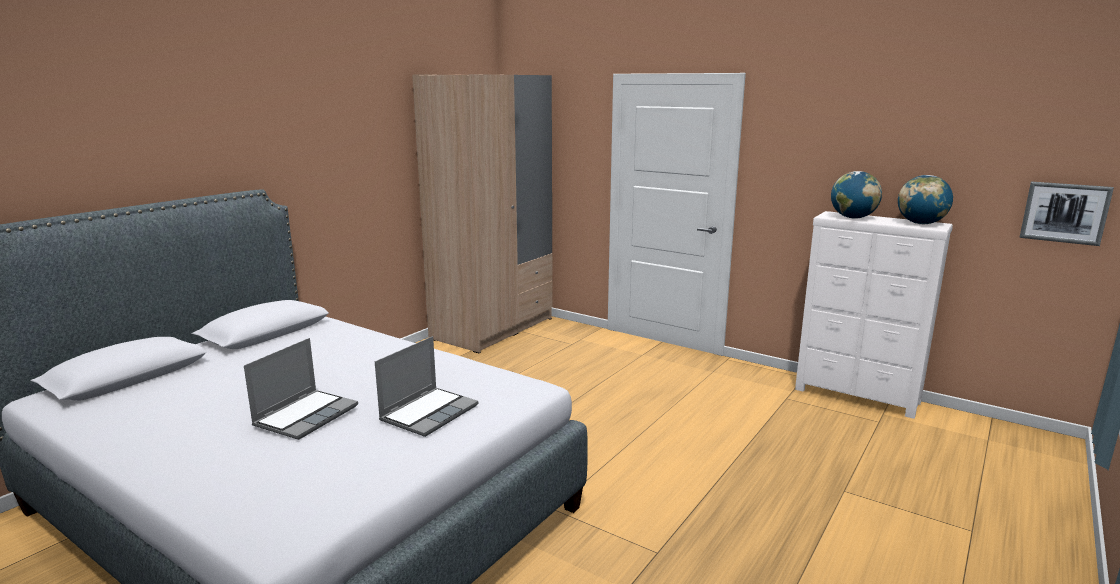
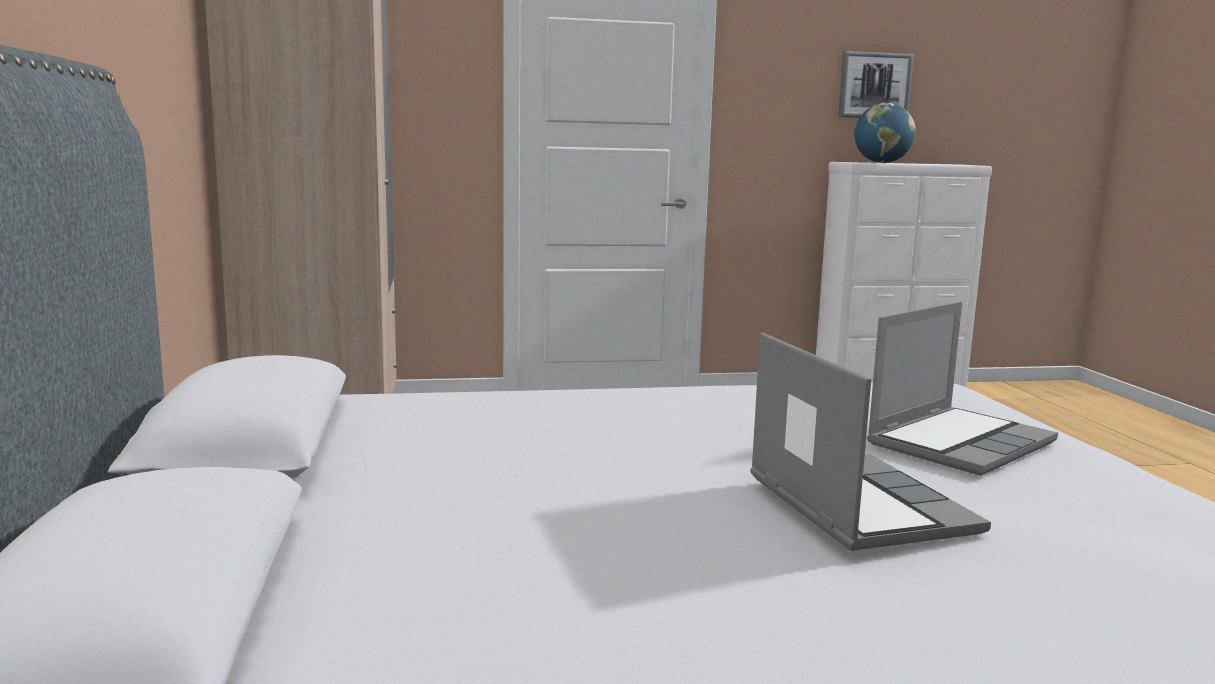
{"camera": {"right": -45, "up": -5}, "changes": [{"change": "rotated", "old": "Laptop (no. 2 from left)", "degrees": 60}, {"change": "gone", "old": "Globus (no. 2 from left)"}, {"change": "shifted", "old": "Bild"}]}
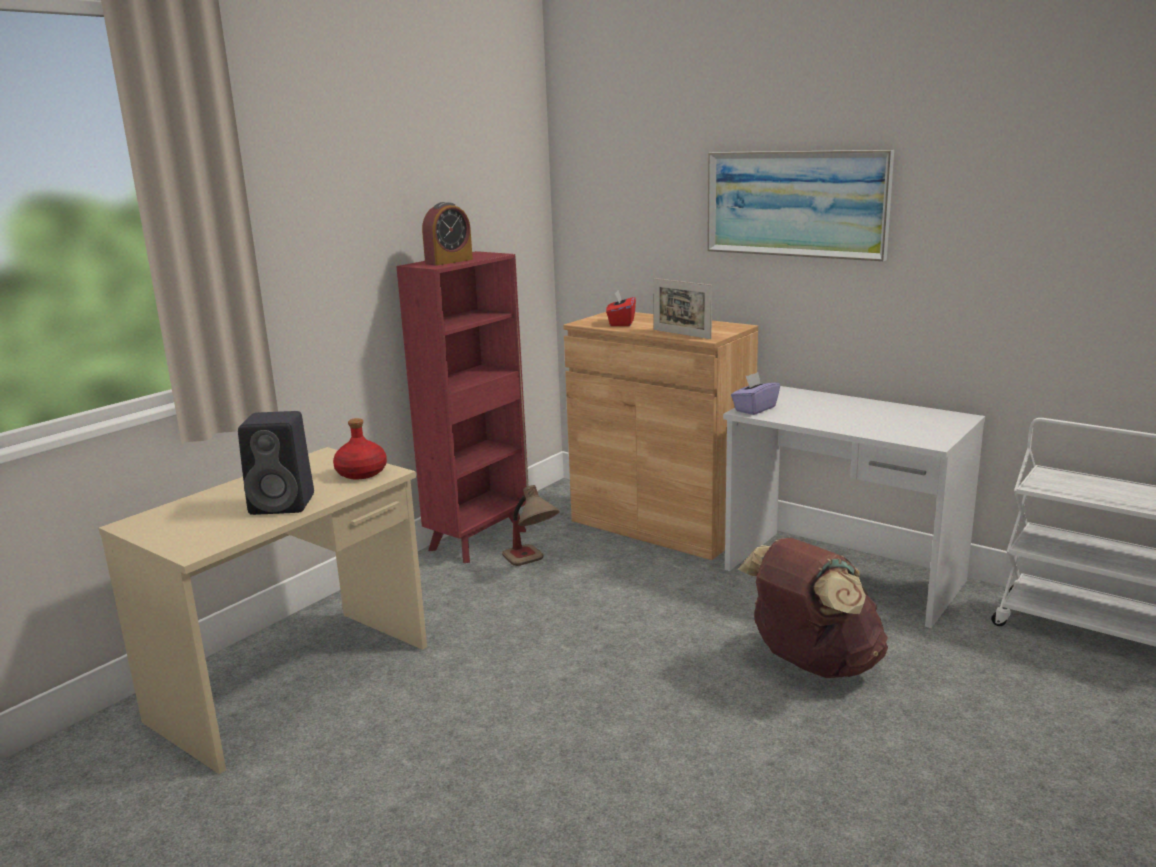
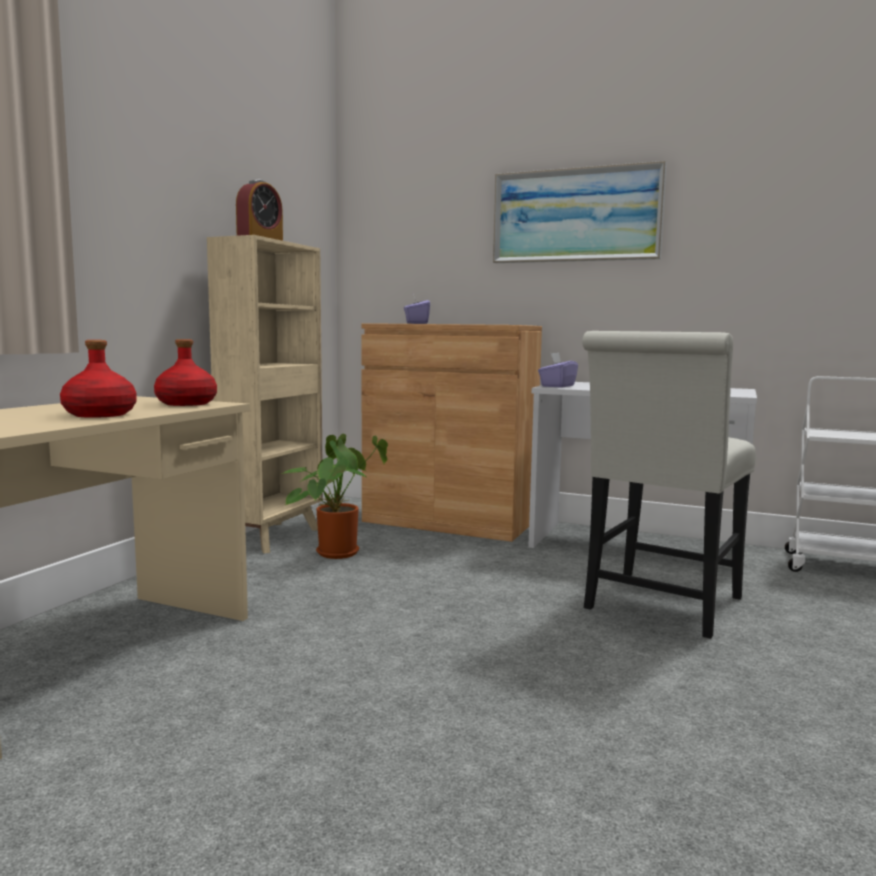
{"camera": {"right": -15, "up": -10}, "changes": [{"change": "swapped", "old": "Lautsprecher/schwarz", "new": "Flasche/rot (no. 1 from left)"}, {"change": "repainted", "old": "Bücherregal/rot", "new": "Bücherregal/beige"}, {"change": "swapped", "old": "Tischlampe", "new": "Topfpflanze"}, {"change": "repainted", "old": "Taschentuchbox/rot", "new": "Taschentuchbox/lila (no. 1 from left)"}, {"change": "gone", "old": "Bilderrahmen"}, {"change": "swapped", "old": "Rucksack/braun", "new": "Stuhl/weiß"}]}
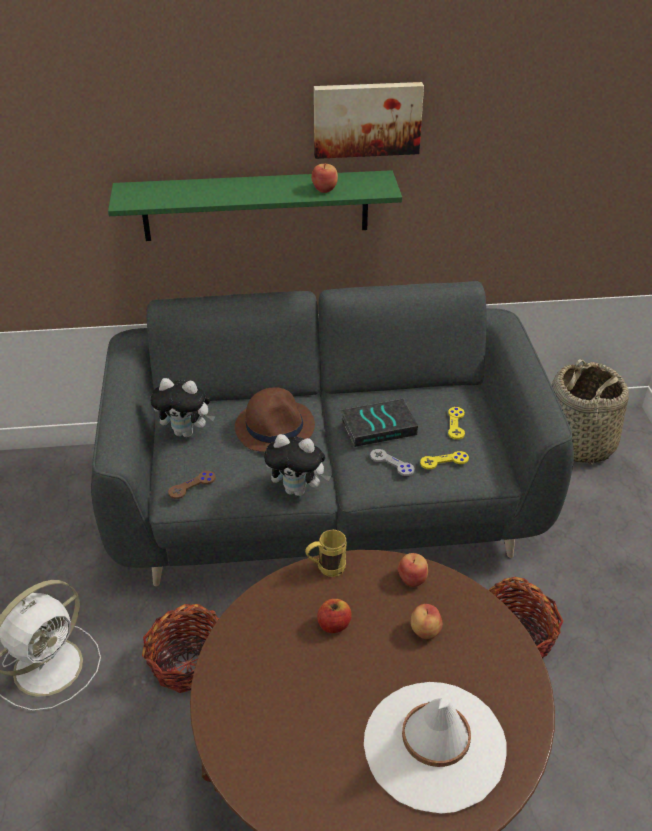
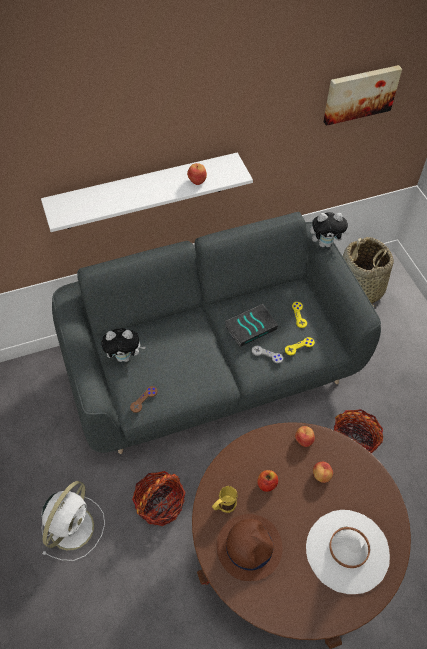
{"camera": {"right": -15, "up": 15}, "changes": [{"change": "repainted", "old": "Wandregal/grün", "new": "Wandregal/weiß"}, {"change": "shifted", "old": "Hut/braun"}, {"change": "shifted", "old": "Plüschtier (no. 2 from left)"}, {"change": "shifted", "old": "Henkelbecher/gelb"}, {"change": "shifted", "old": "Bild"}]}
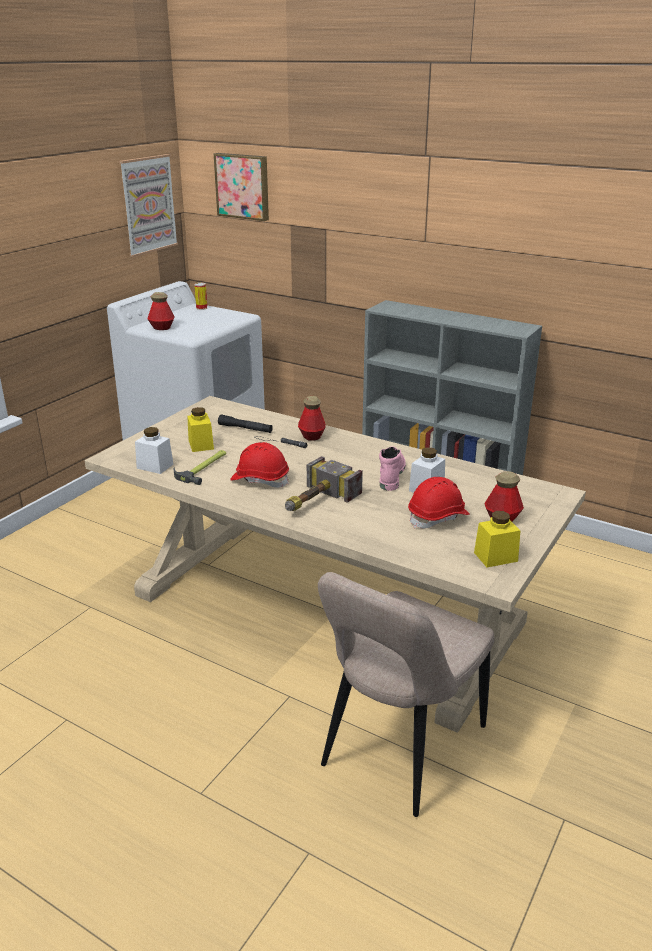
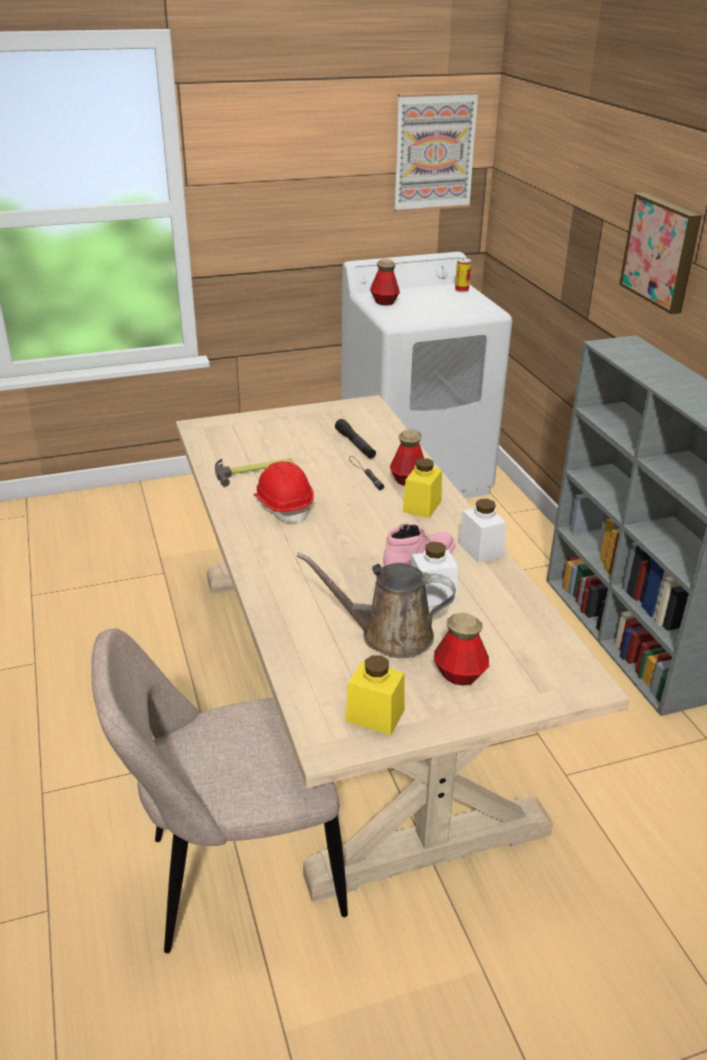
{"camera": {"right": 40, "up": 5}, "changes": [{"change": "shifted", "old": "Vorratsglas/weiß (no. 1 from left in the first image)", "new": "Vorratsglas/weiß (no. 2 from left)"}, {"change": "shifted", "old": "Vorratsglas/gelb (no. 1 from left in the first image)", "new": "Vorratsglas/gelb (no. 2 from left)"}, {"change": "shifted", "old": "Bild (no. 2 from left)"}, {"change": "gone", "old": "Hammer (no. 2 from left)"}, {"change": "swapped", "old": "Schutzhelm/rot (no. 2 from left)", "new": "Gießkanne/braun"}]}
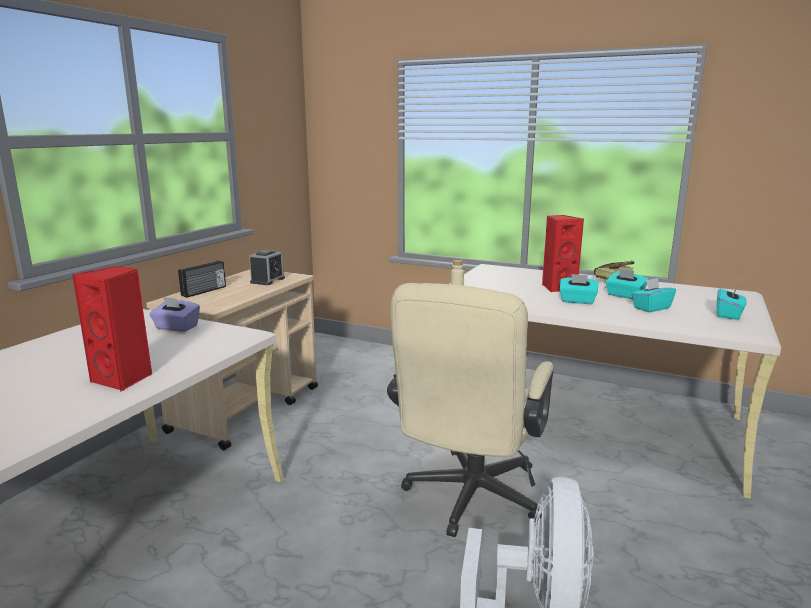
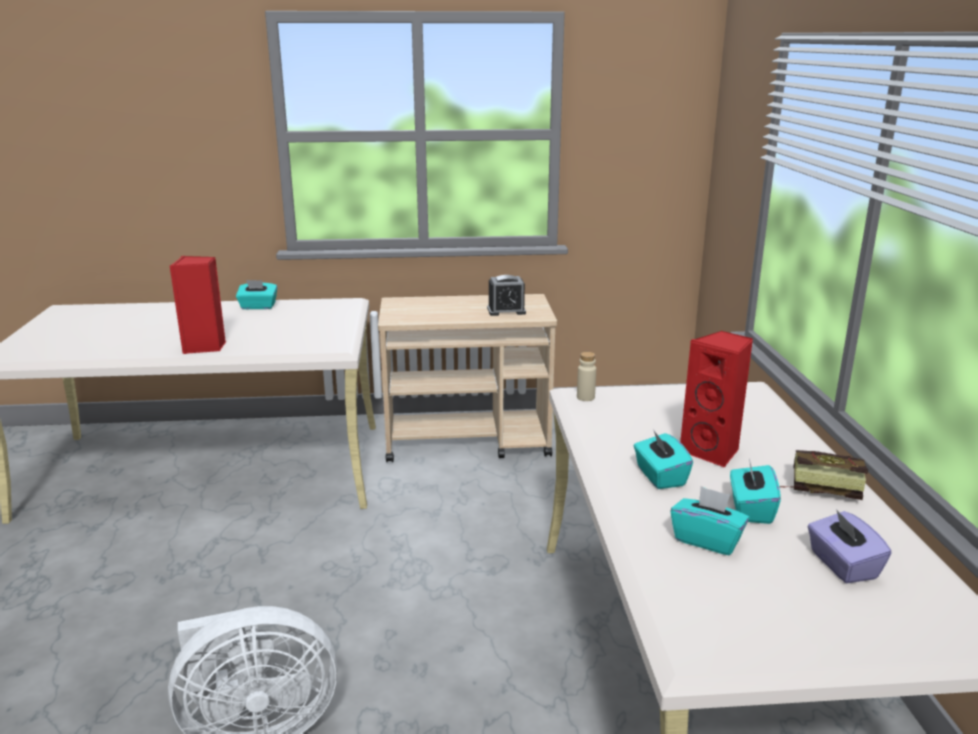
{"camera": {"right": 60, "up": 5}, "changes": [{"change": "shifted", "old": "Taschentuchbox/lila"}, {"change": "gone", "old": "Radio"}, {"change": "gone", "old": "Bürostuhl/beige"}, {"change": "shifted", "old": "Taschentuchbox/türkis (no. 4 from left in the first image)", "new": "Taschentuchbox/türkis (no. 1 from left)"}]}
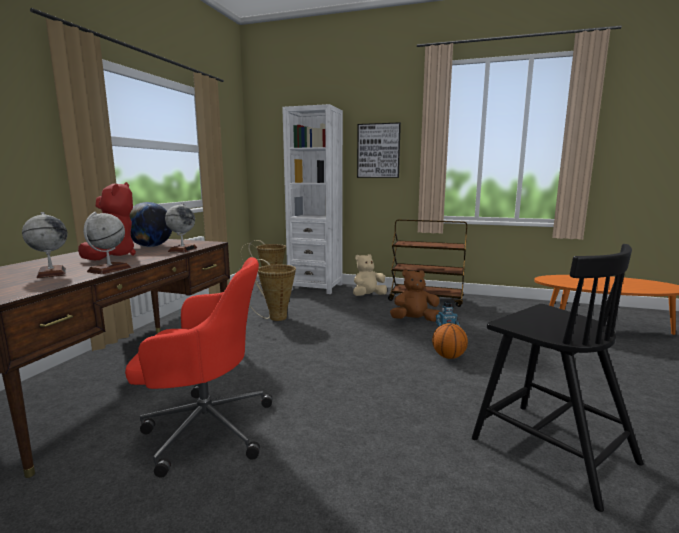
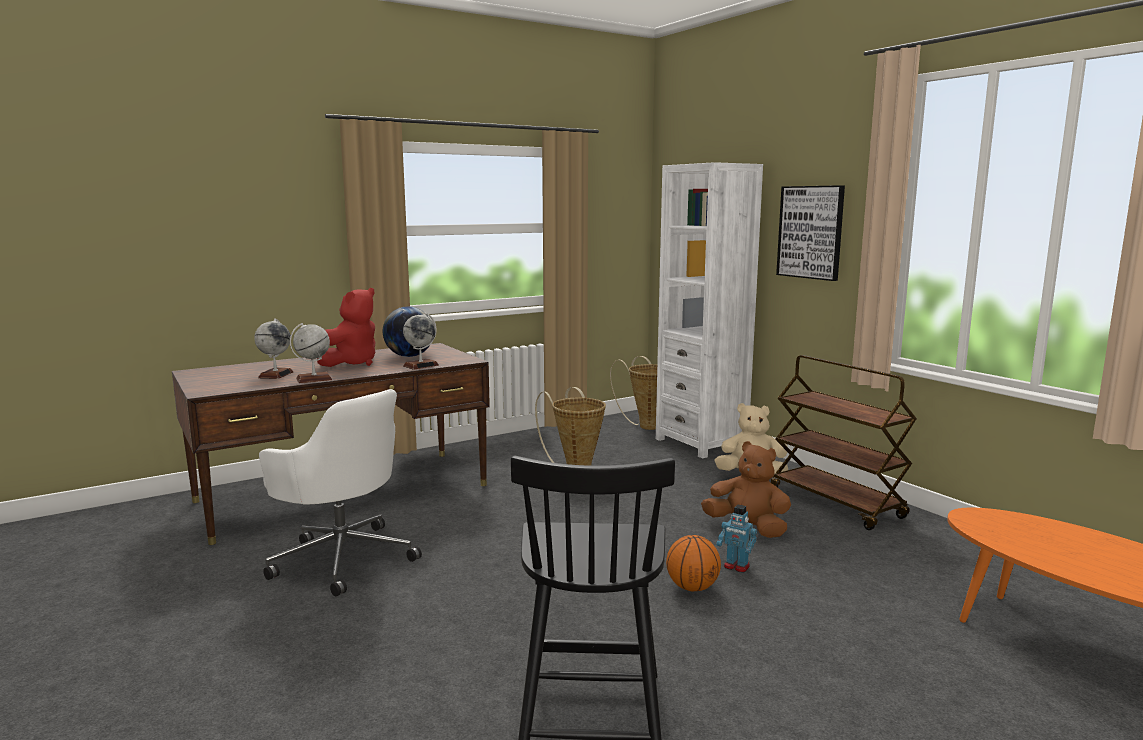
{"camera": {"right": 40, "up": 0}, "changes": [{"change": "repainted", "old": "Bürostuhl/rot", "new": "Bürostuhl/weiß"}]}
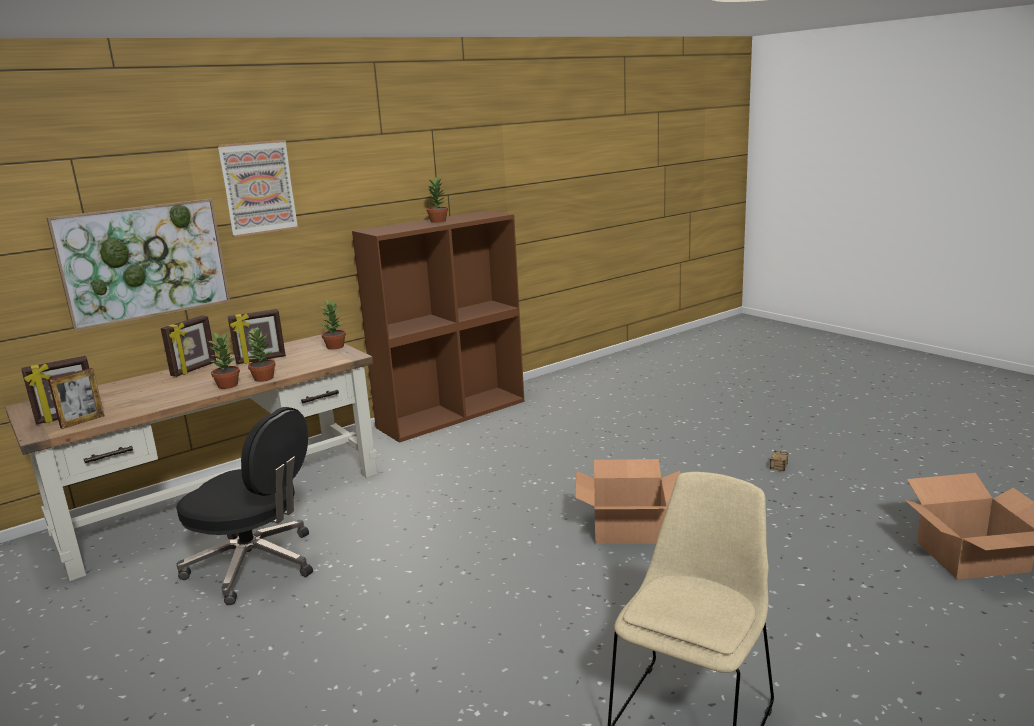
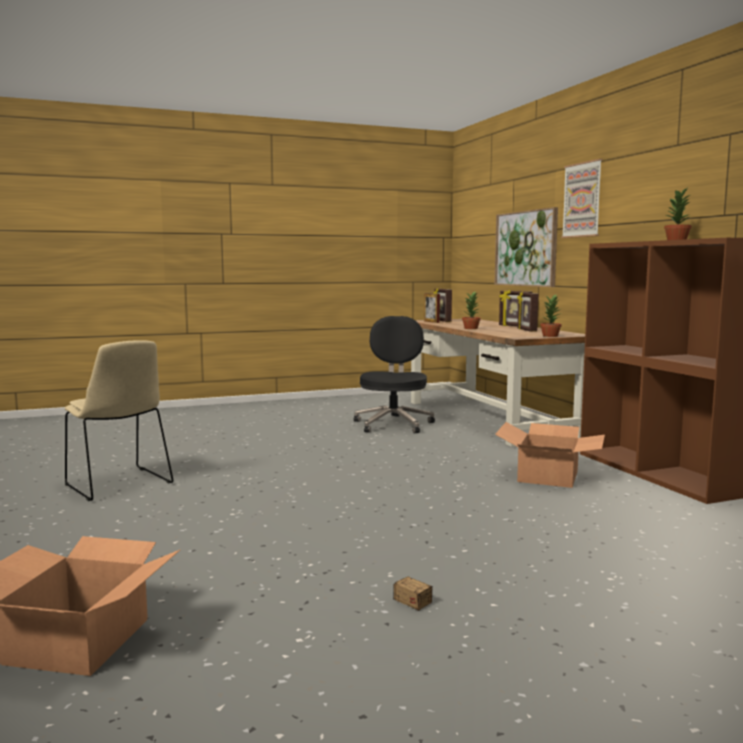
{"camera": {"right": 105, "up": -10}, "changes": [{"change": "rotated", "old": "Bürostuhl/schwarz", "degrees": 150}, {"change": "gone", "old": "Topfpflanze (no. 2 from left)"}, {"change": "shifted", "old": "Karton (no. 1 from left in the first image)", "new": "Karton (no. 2 from left)"}]}
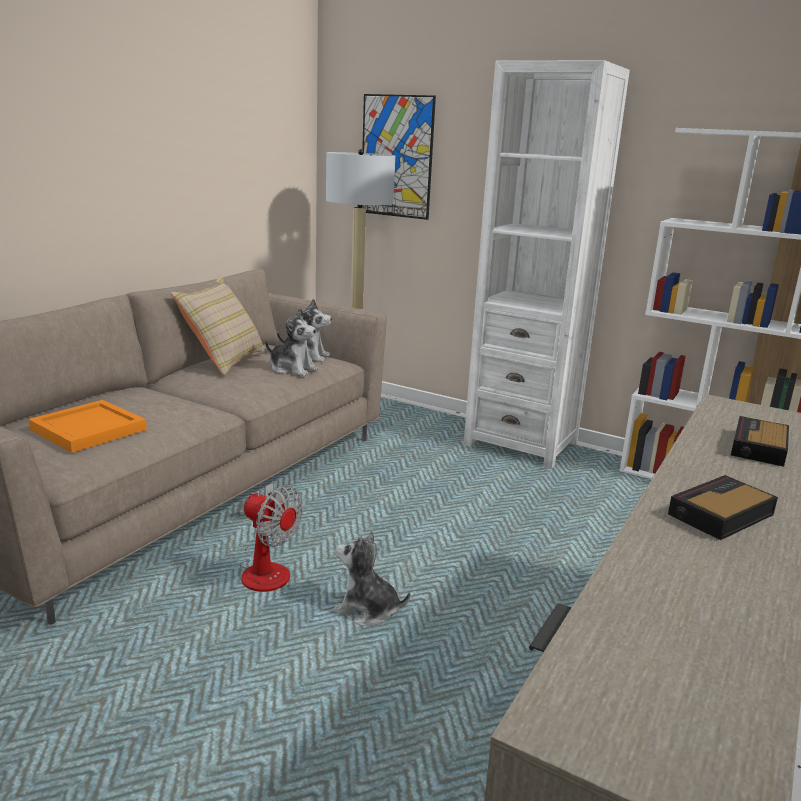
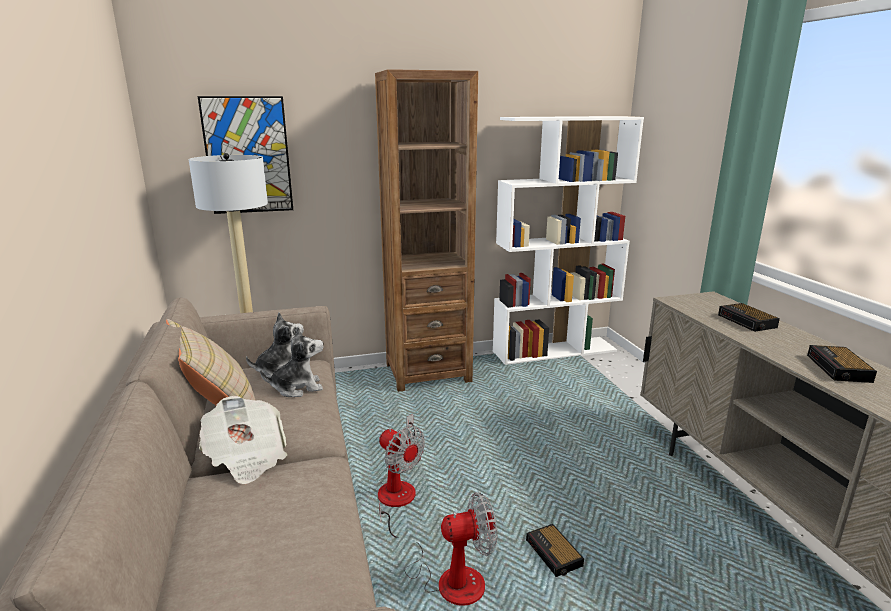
{"camera": {"right": -45, "up": 0}, "changes": [{"change": "gone", "old": "Tablett/orange"}, {"change": "swapped", "old": "Plüschtier (no. 3 from left)", "new": "Wecker (no. 1 from left)"}, {"change": "repainted", "old": "Bücherregal/weiß (no. 1 from left)", "new": "Bücherregal/braun"}, {"change": "new", "new": "Zeitung"}, {"change": "new", "new": "Ventilator (no. 1 from left)"}]}
